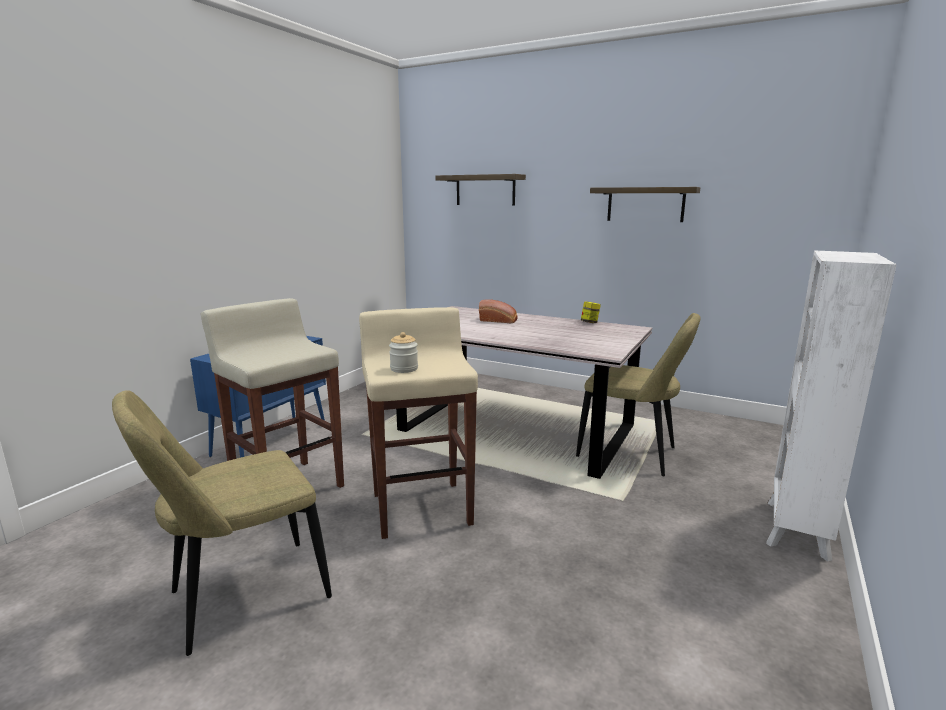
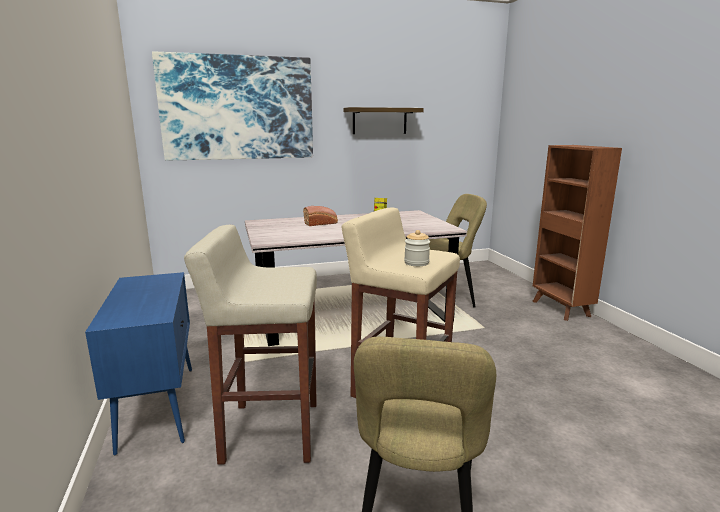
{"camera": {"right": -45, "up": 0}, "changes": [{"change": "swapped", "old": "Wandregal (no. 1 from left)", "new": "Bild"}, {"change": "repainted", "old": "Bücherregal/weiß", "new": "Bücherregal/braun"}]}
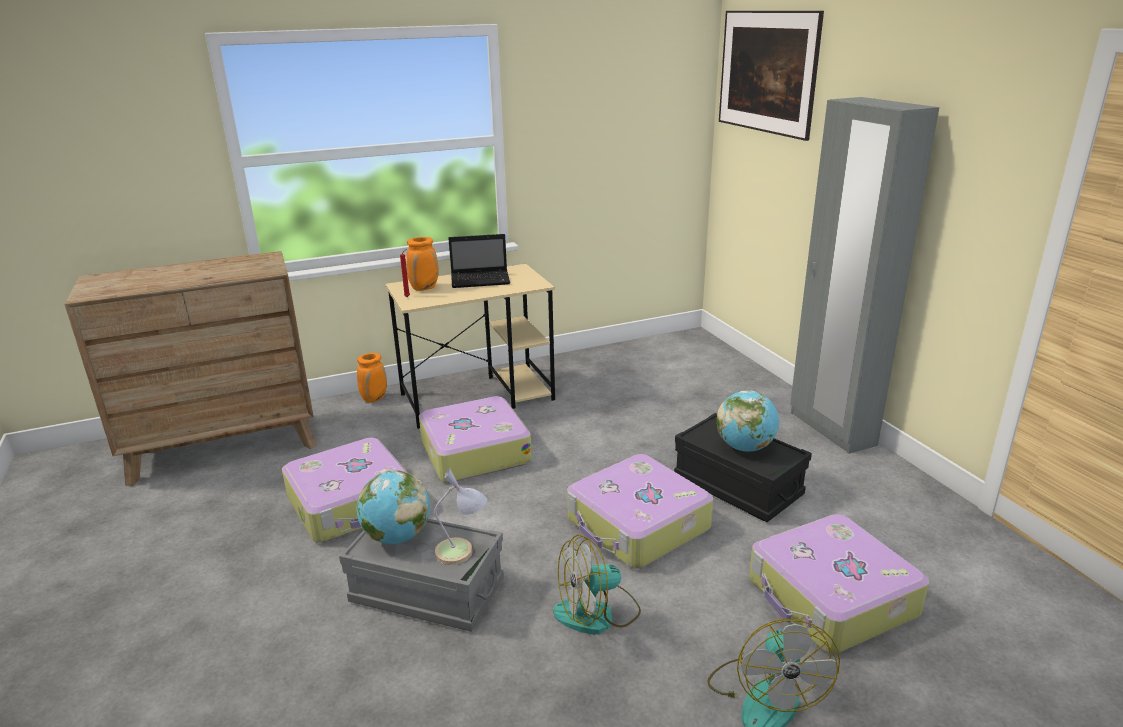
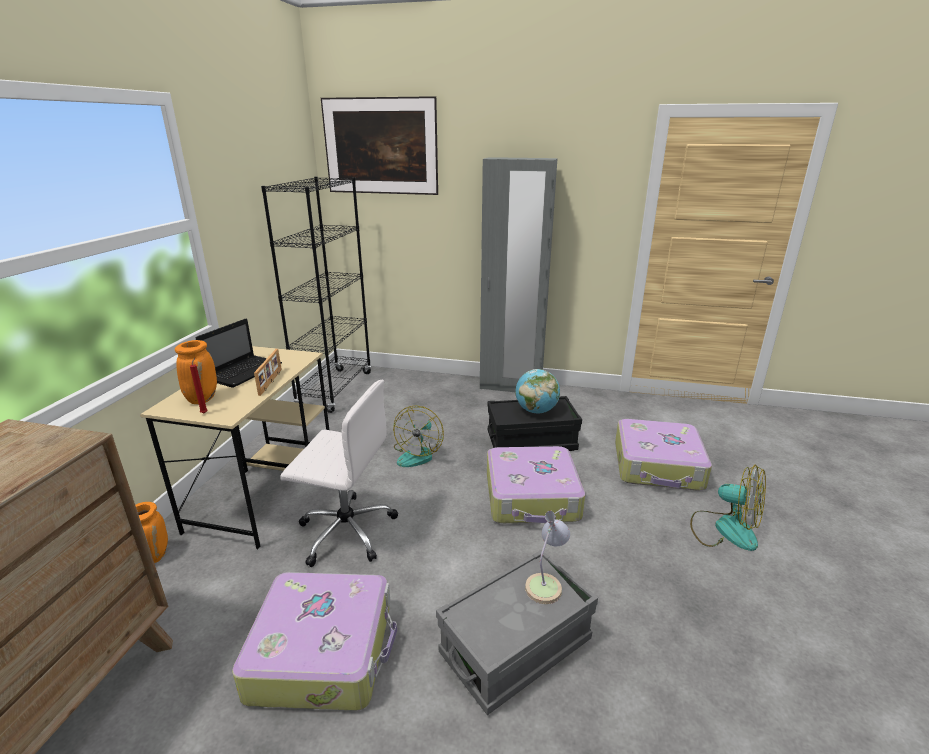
{"camera": {"right": -55, "up": 0}, "changes": [{"change": "gone", "old": "Globus (no. 1 from left)"}, {"change": "swapped", "old": "Koffer (no. 2 from left)", "new": "Bürostuhl/weiß"}, {"change": "shifted", "old": "Ventilator (no. 1 from left)"}, {"change": "new", "new": "Bilderrahmen"}, {"change": "new", "new": "Bücherregal/schwarz"}]}
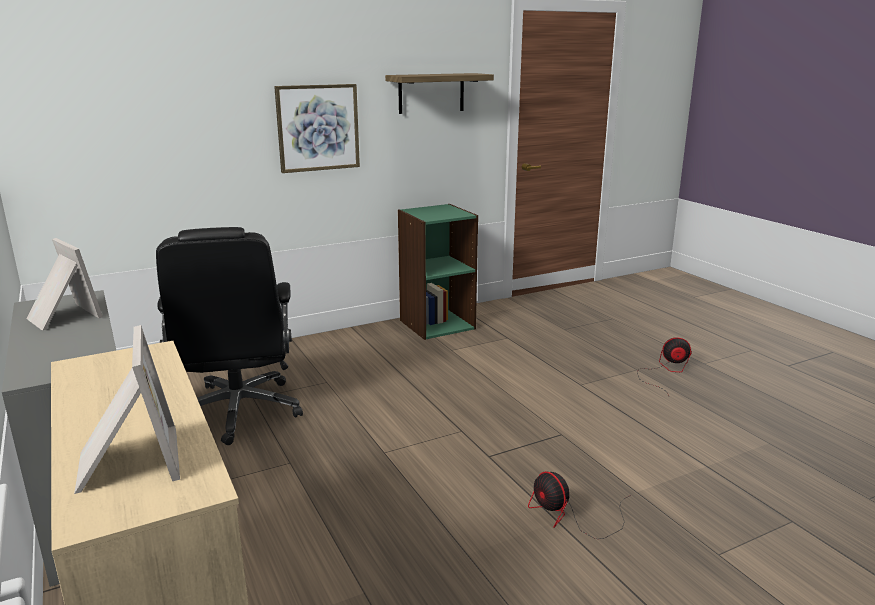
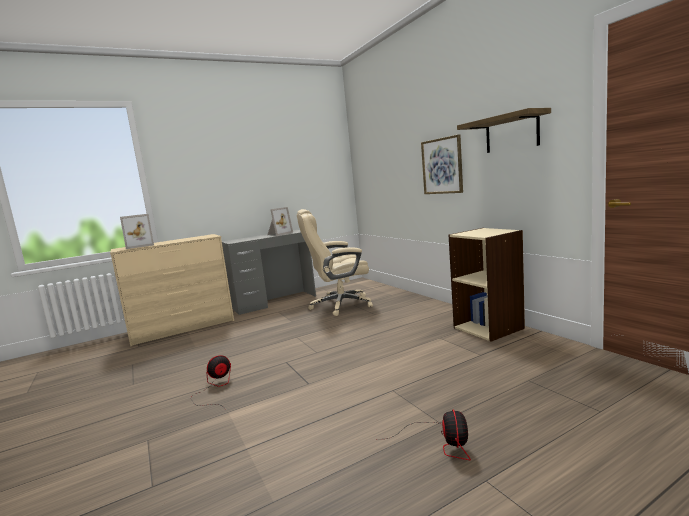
{"camera": {"right": 90, "up": -10}, "changes": [{"change": "repainted", "old": "Bürostuhl/schwarz", "new": "Bürostuhl/beige"}, {"change": "repainted", "old": "Bücherregal/grün", "new": "Bücherregal/beige"}]}
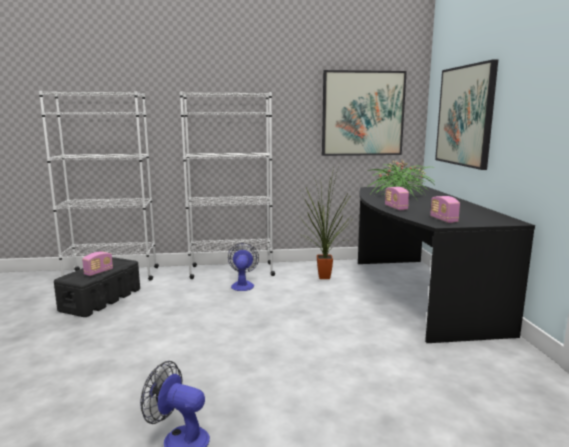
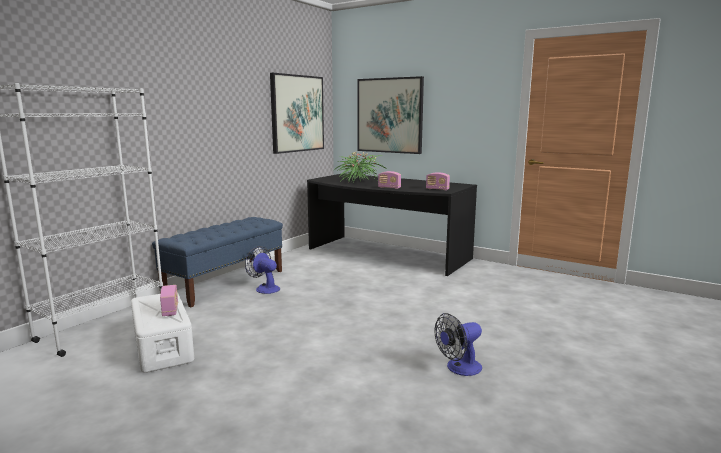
{"camera": {"right": -50, "up": 0}, "changes": [{"change": "repainted", "old": "Aufbewahrungsbox/schwarz", "new": "Aufbewahrungsbox/weiß"}, {"change": "swapped", "old": "Bücherregal/weiß (no. 2 from left)", "new": "Bank/blau"}, {"change": "gone", "old": "Topfpflanze (no. 1 from left)"}]}
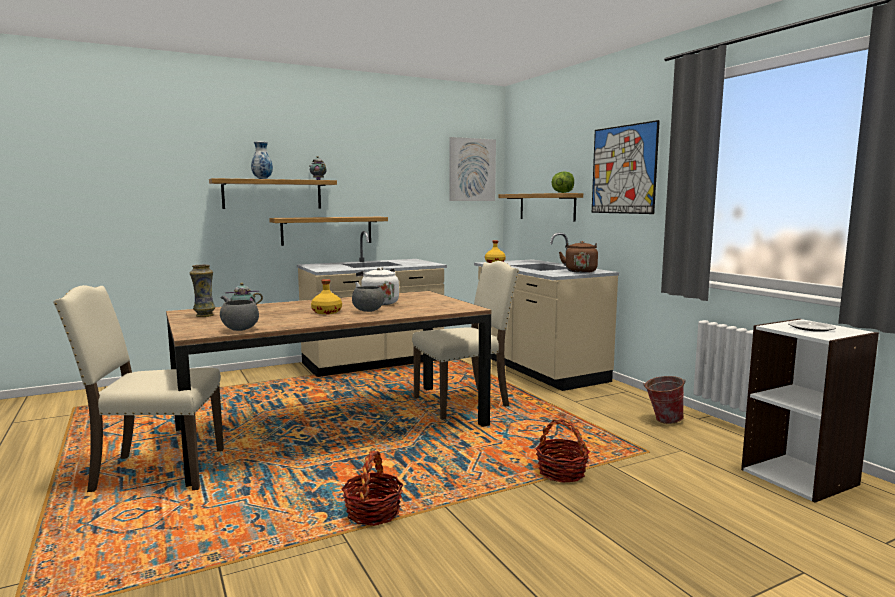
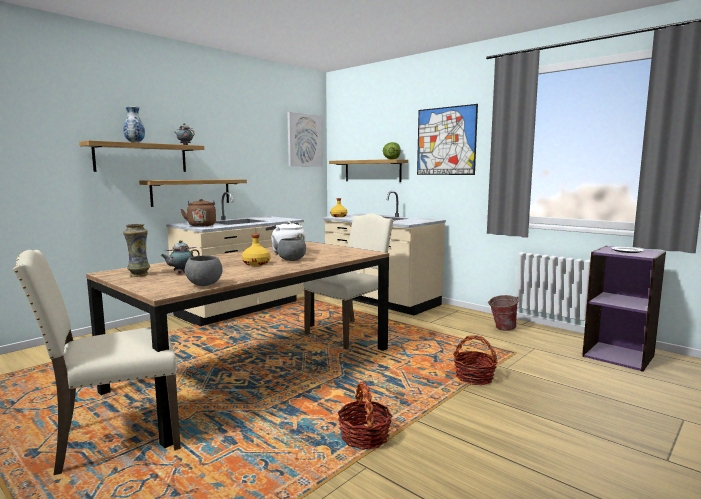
{"camera": {"right": -20, "up": 0}, "changes": [{"change": "shifted", "old": "Wasserkessel/braun"}, {"change": "repainted", "old": "Bücherregal/weiß", "new": "Bücherregal/lila"}]}
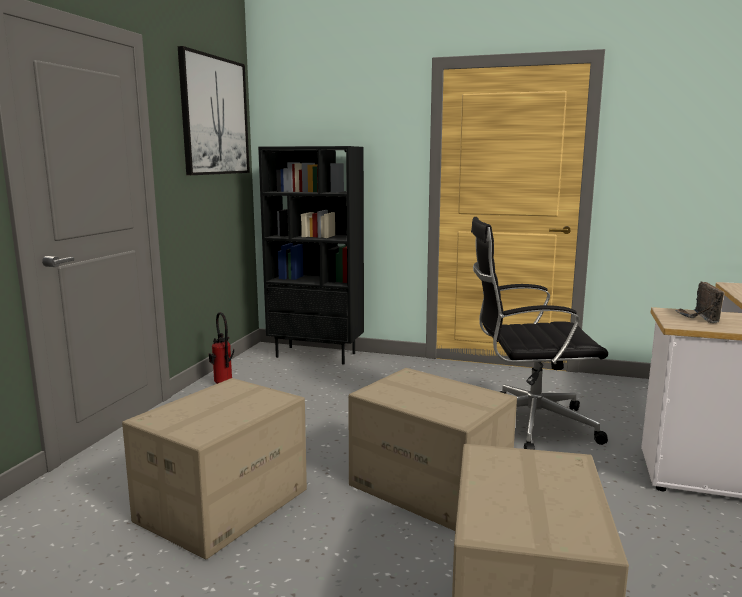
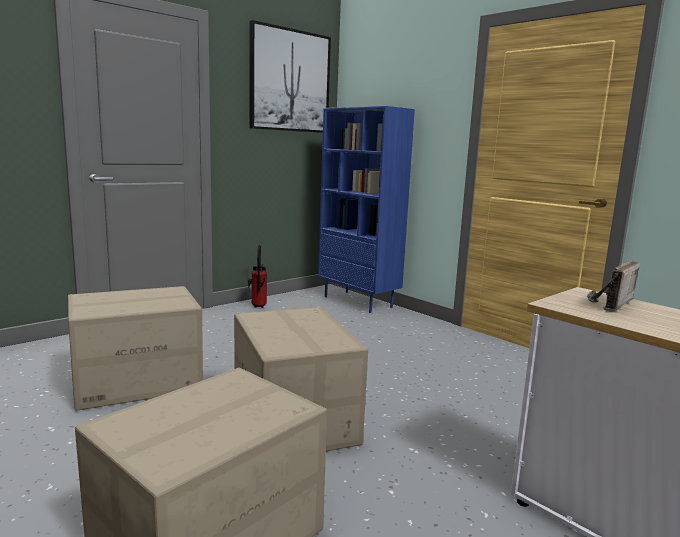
{"camera": {"right": 30, "up": 0}, "changes": [{"change": "repainted", "old": "Bücherregal/schwarz", "new": "Bücherregal/blau"}, {"change": "gone", "old": "Bürostuhl/schwarz"}]}
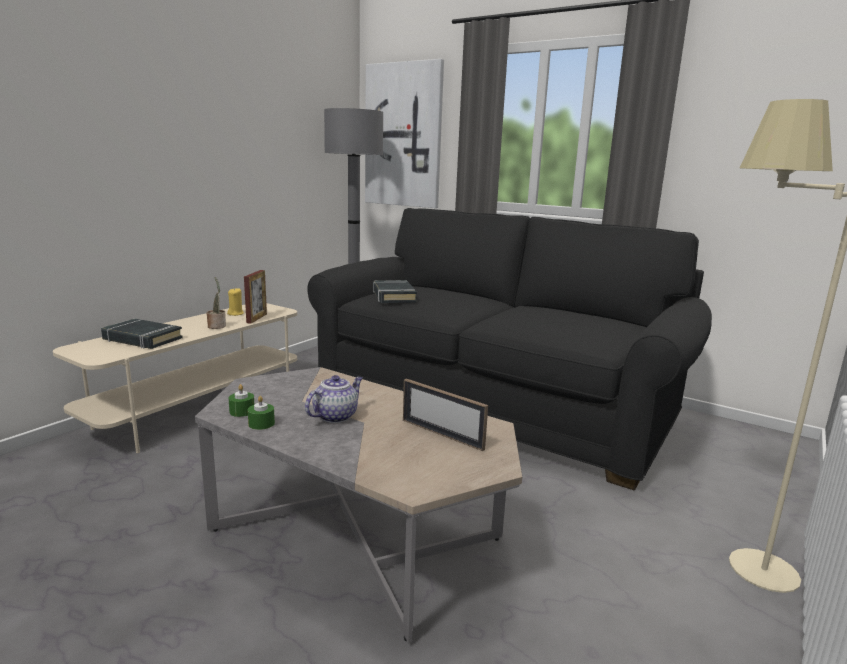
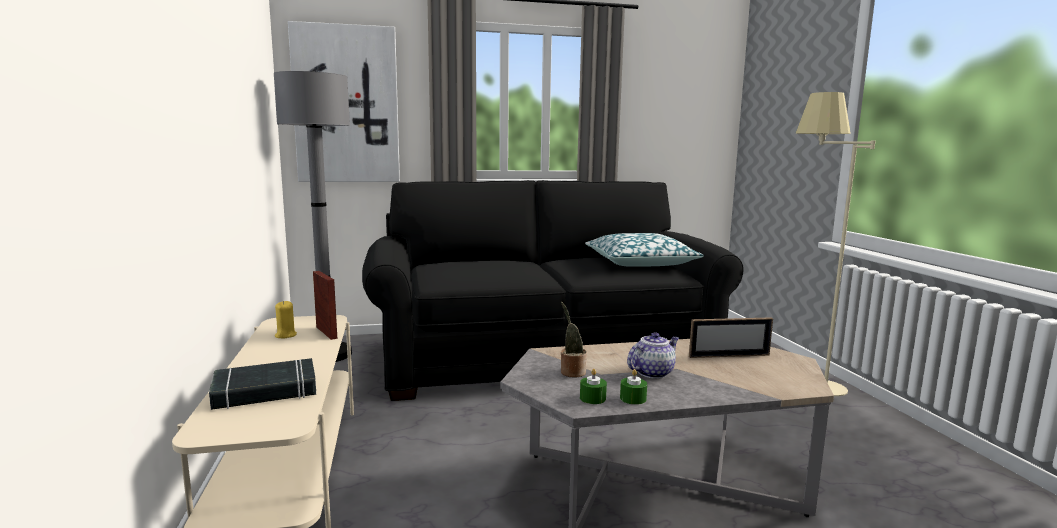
{"camera": {"right": -45, "up": -5}, "changes": [{"change": "shifted", "old": "Topfpflanze"}, {"change": "rotated", "old": "Teekanne", "degrees": 60}, {"change": "gone", "old": "Buch/schwarz (no. 2 from left)"}, {"change": "new", "new": "Kissen"}]}
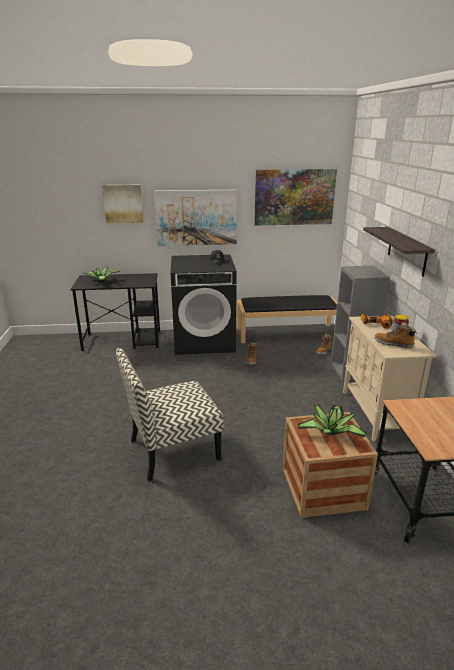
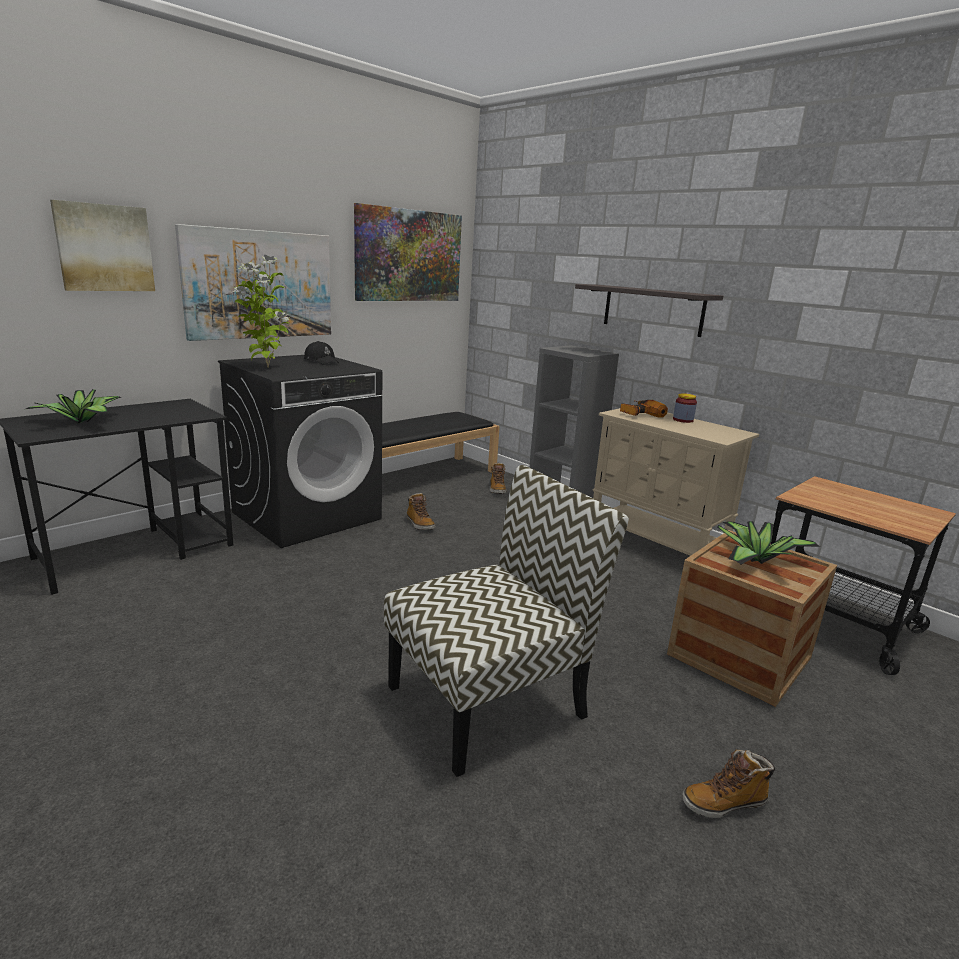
{"camera": {"right": -40, "up": -5}, "changes": [{"change": "rotated", "old": "Stuhl", "degrees": -150}, {"change": "shifted", "old": "Stiefel (no. 3 from left)"}, {"change": "new", "new": "Topfpflanze (no. 2 from left)"}]}
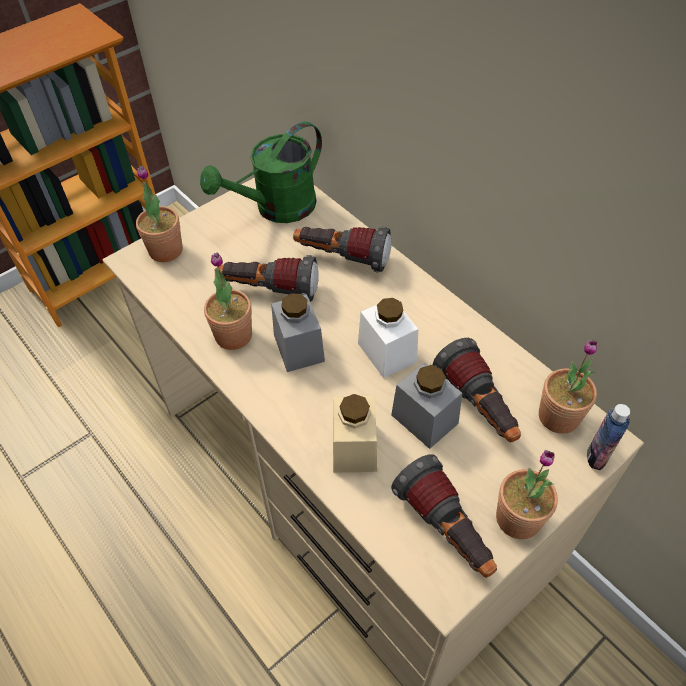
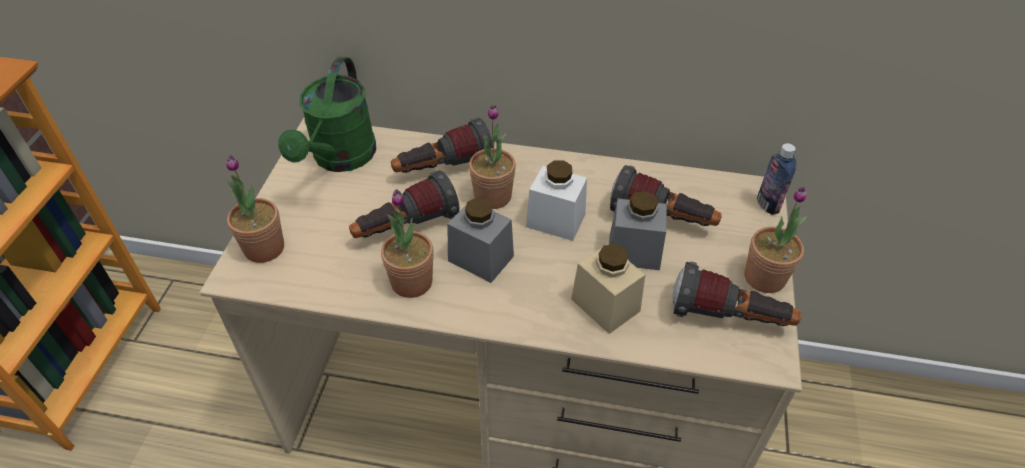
{"camera": {"right": -40, "up": -5}, "changes": [{"change": "shifted", "old": "Topfpflanze (no. 4 from left in the first image)", "new": "Topfpflanze (no. 3 from left)"}]}
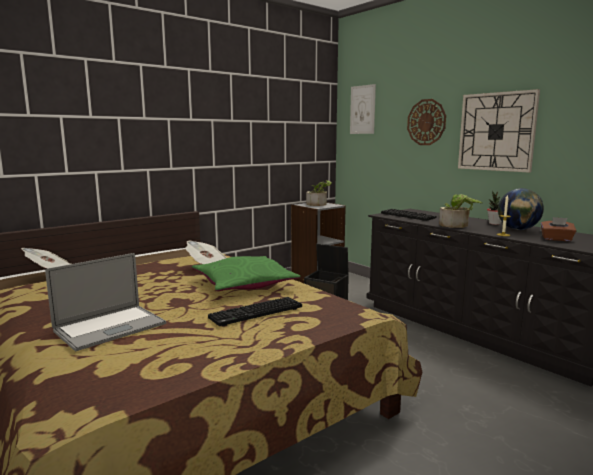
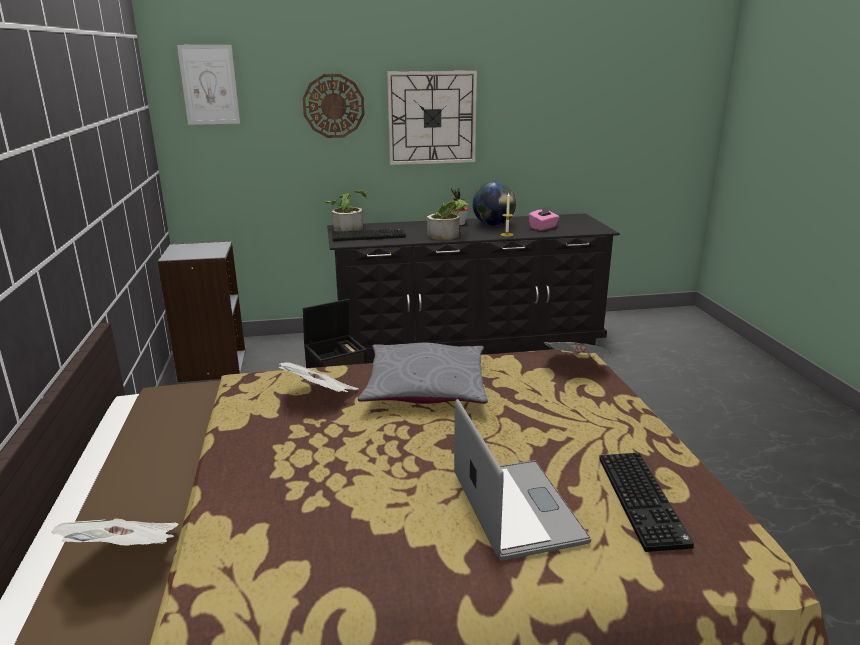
{"camera": {"right": -60, "up": 10}, "changes": [{"change": "repainted", "old": "Kissen/grün", "new": "Kissen/grau"}, {"change": "shifted", "old": "Tastatur (no. 1 from left in the first image)", "new": "Tastatur (no. 2 from left)"}, {"change": "shifted", "old": "Topfpflanze (no. 1 from left)"}, {"change": "repainted", "old": "Taschentuchbox/braun", "new": "Taschentuchbox/rosa"}, {"change": "new", "new": "Zeitung (no. 3 from left)"}]}
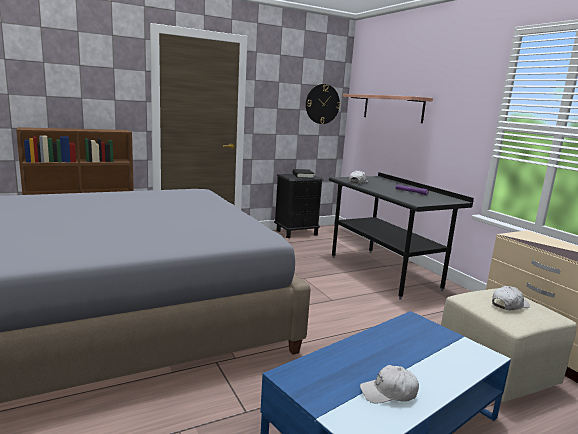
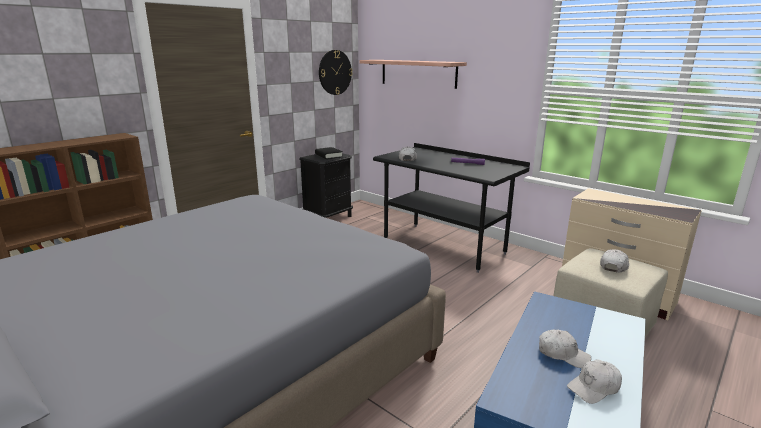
{"camera": {"right": -20, "up": 5}, "changes": [{"change": "new", "new": "Kappe/weiß (no. 2 from left)"}]}
